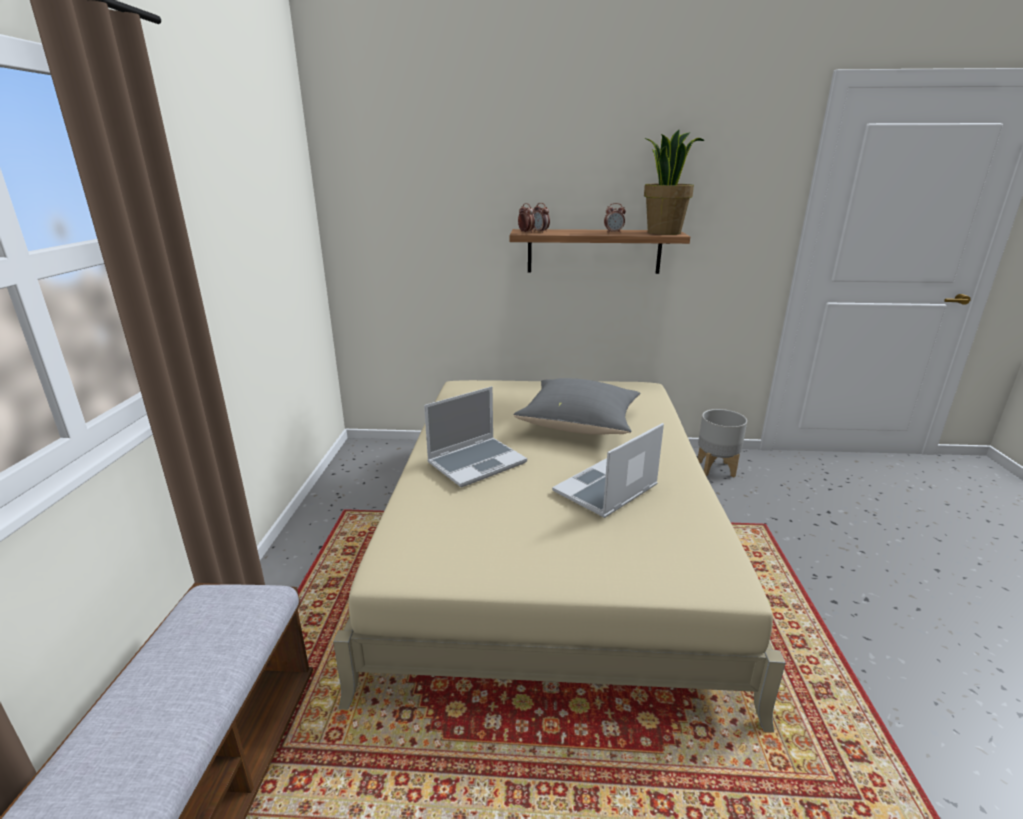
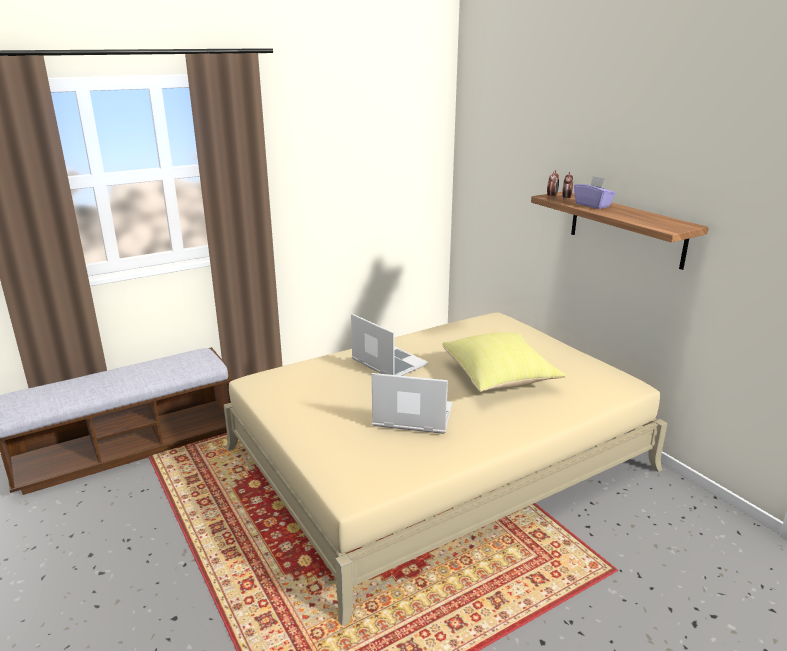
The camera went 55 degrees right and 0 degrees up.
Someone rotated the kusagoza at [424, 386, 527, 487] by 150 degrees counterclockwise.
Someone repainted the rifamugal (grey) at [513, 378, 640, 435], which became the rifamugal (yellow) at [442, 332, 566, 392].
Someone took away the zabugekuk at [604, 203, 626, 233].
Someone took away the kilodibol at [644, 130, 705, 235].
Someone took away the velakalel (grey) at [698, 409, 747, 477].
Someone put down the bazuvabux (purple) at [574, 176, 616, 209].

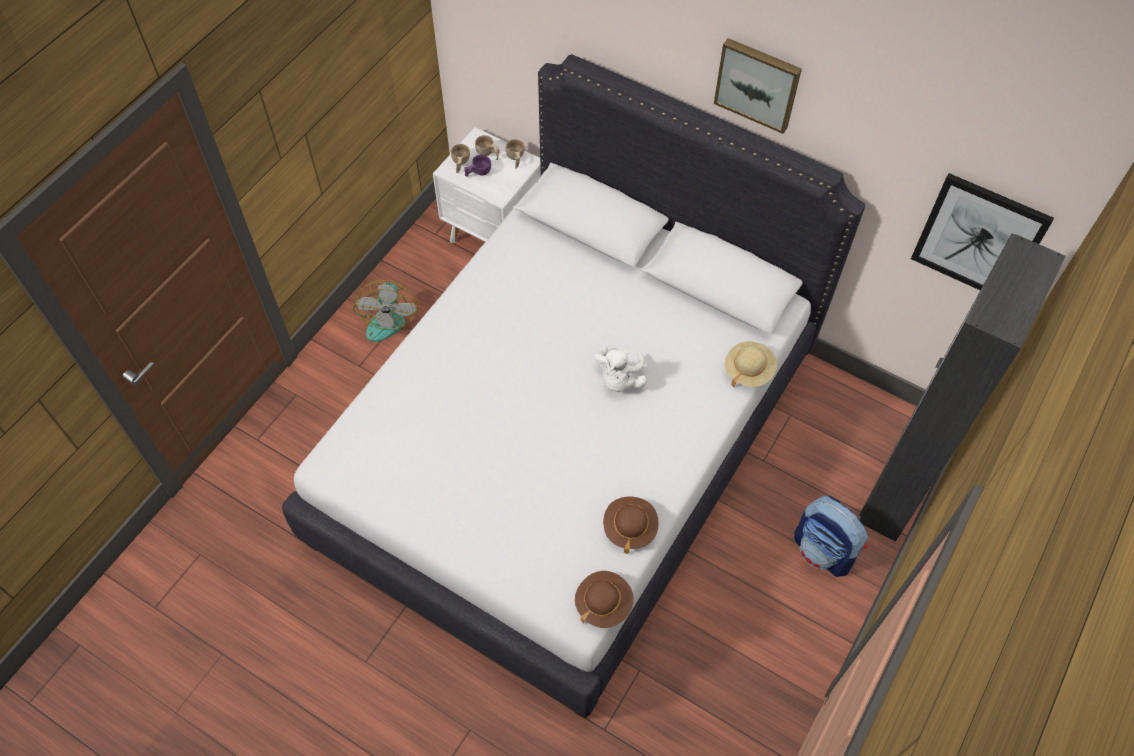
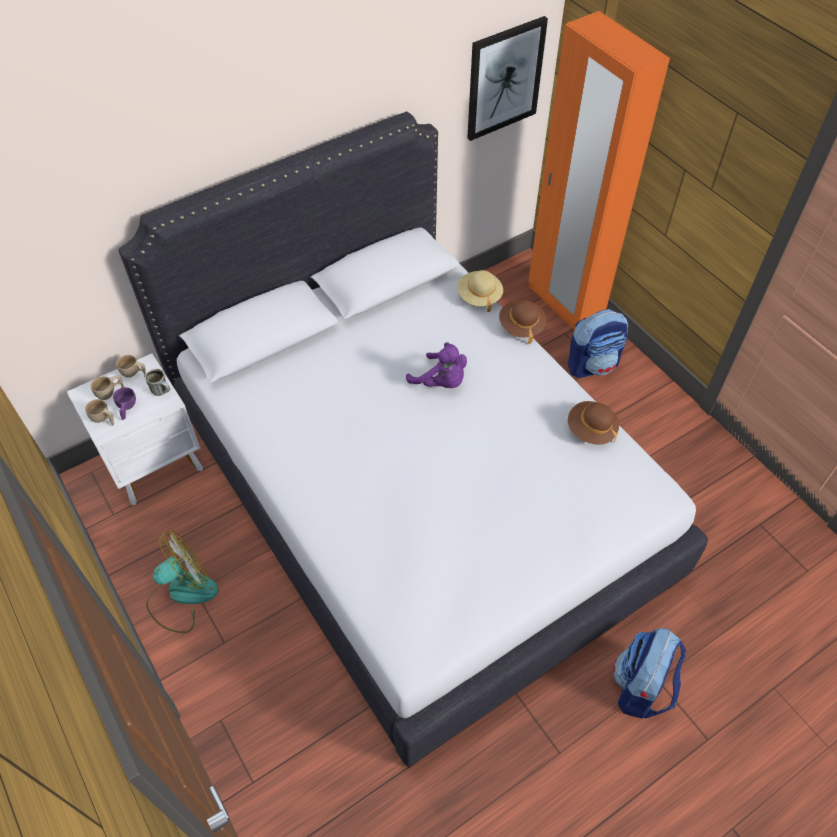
The camera went 65 degrees left and 5 degrees down.
Someone rotated the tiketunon at [353, 280, 418, 342] by 60 degrees counterclockwise.
Someone carried the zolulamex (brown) from [575, 571, 634, 628] to [499, 300, 547, 344].
Someone repainted the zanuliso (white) at [594, 346, 647, 392], which became the zanuliso (purple) at [406, 342, 467, 388].
Someone took away the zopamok at [714, 38, 802, 134].
Someone repainted the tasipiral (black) at [859, 233, 1066, 542], which became the tasipiral (orange) at [528, 11, 670, 330].
Someone put down the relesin at [145, 369, 170, 396].
Someone put down the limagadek at [613, 628, 686, 719].

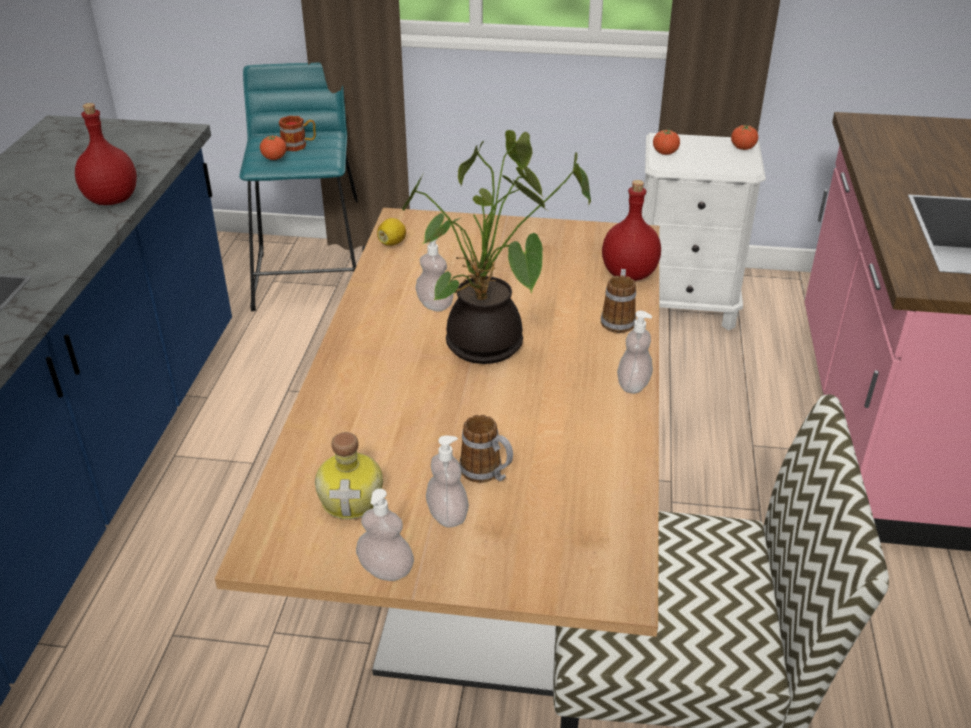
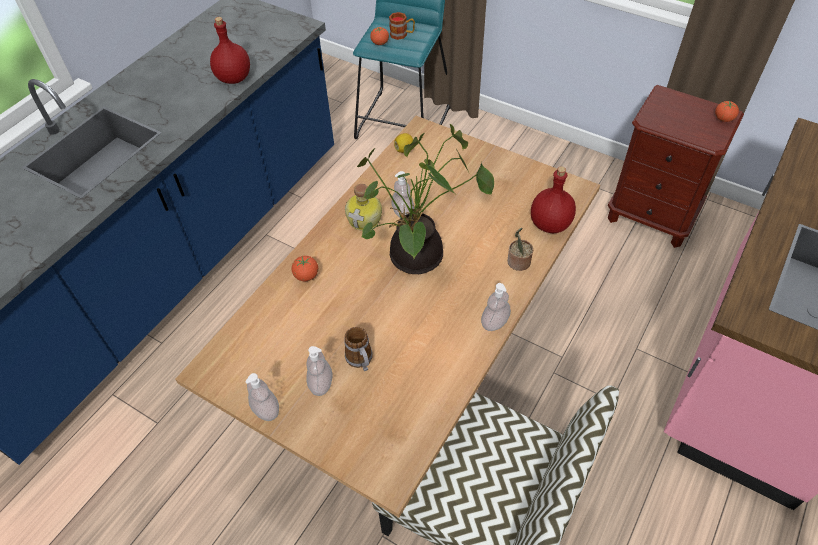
The camera went 25 degrees right and 15 degrees up.
Someone carried the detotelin from [315, 432, 383, 519] to [345, 184, 382, 231].
Someone swapped the relesin at [601, 269, 636, 333] for the kilodibol at [507, 227, 533, 271].
Someone repainted the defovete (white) at [642, 133, 766, 330], which became the defovete (brown) at [608, 85, 744, 248].
Someone carried the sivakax from [653, 130, 680, 155] to [292, 256, 318, 281].

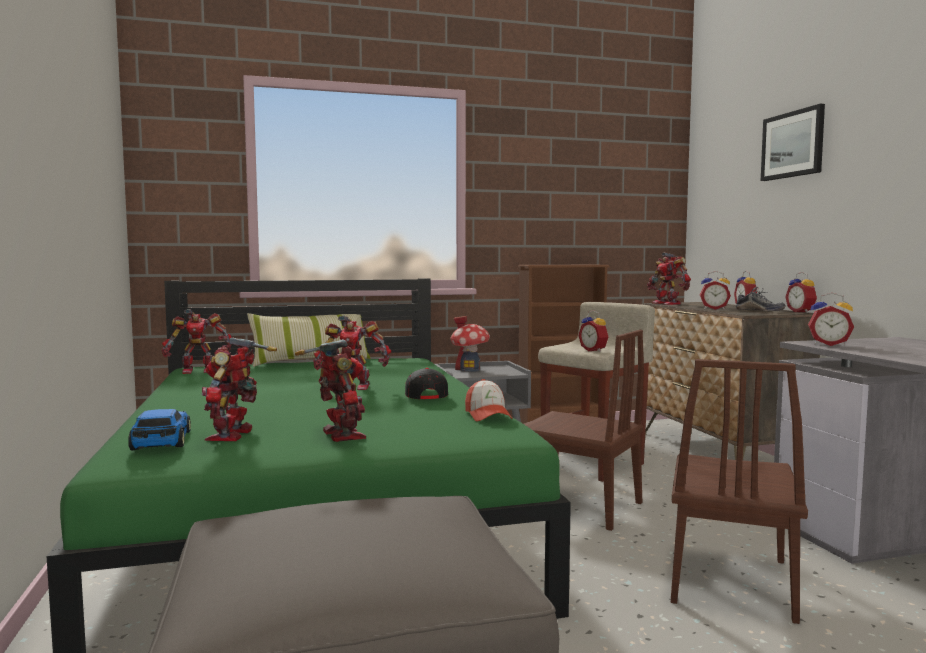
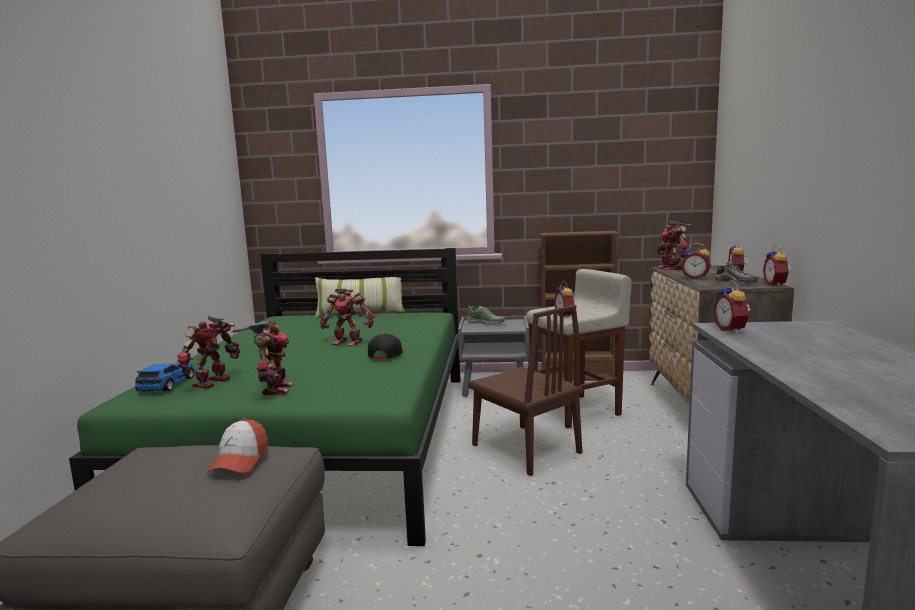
The camera went 20 degrees right and 5 degrees up.
Someone took away the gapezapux at [162, 309, 232, 374].
Someone swapped the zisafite at [451, 316, 490, 372] for the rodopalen at [467, 305, 505, 325].
Someone carried the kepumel from [465, 379, 513, 421] to [207, 418, 268, 473].
Someone took away the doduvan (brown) at [671, 359, 808, 624].
Someone took away the zopamok at [761, 104, 825, 181].
Someone rotated the zabugekuk at [808, 293, 854, 346] by 45 degrees clockwise.

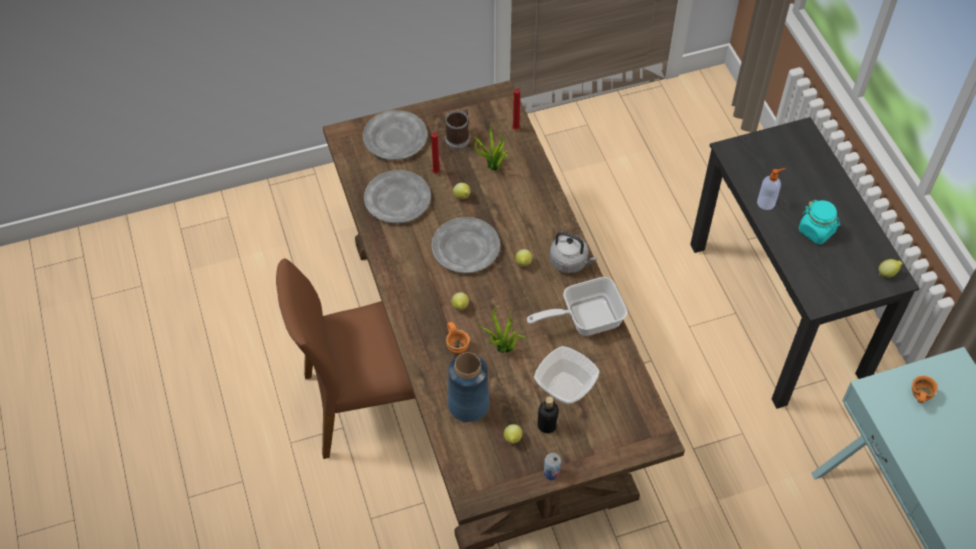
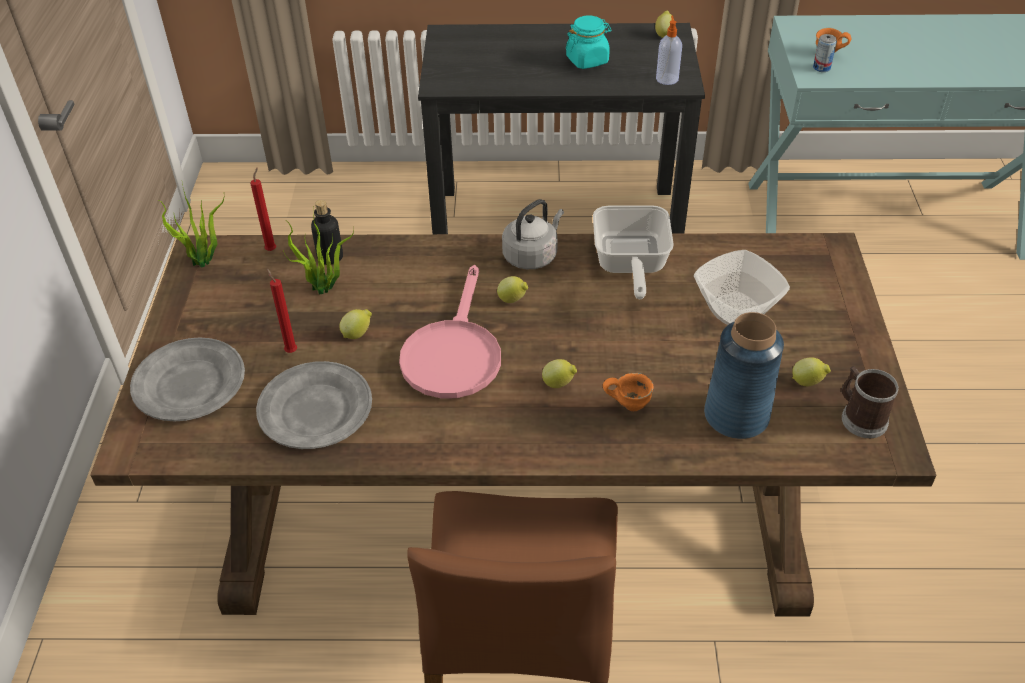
The camera went 70 degrees left and 10 degrees down.
Someone swapped the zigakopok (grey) at [432, 217, 500, 273] for the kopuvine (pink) at [399, 265, 501, 399].
Someone carried the relesin from [445, 109, 470, 149] to [841, 366, 899, 438].
Someone carried the kilodibol from [478, 304, 528, 353] to [158, 184, 224, 268].
Someone carried the detotelin from [538, 396, 559, 433] to [311, 200, 343, 265].
Someone carried the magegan from [544, 453, 561, 480] to [813, 34, 837, 72].
Someone carried the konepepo from [757, 168, 786, 210] to [656, 15, 682, 85].

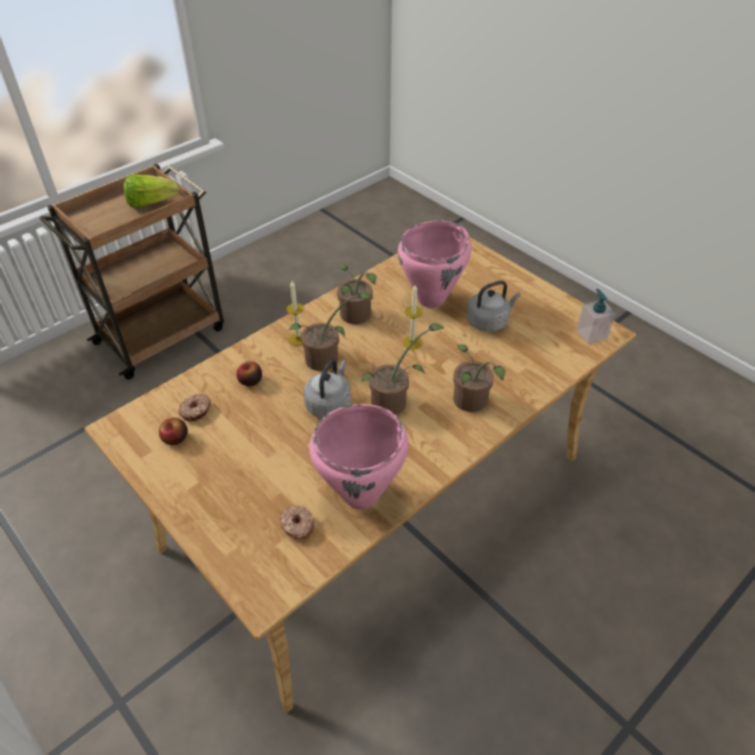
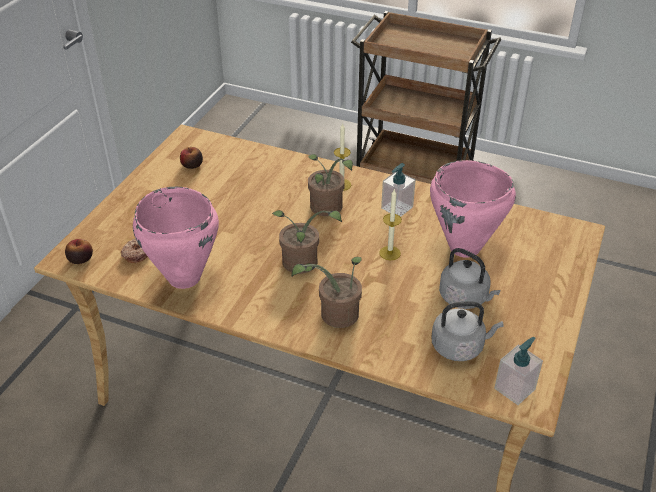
The camera went 65 degrees right and 5 degrees down.
Someone took away the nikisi at [124, 174, 179, 208].
Someone took away the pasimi at [178, 394, 211, 421].
Someone carried the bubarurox from [236, 361, 262, 386] to [65, 239, 93, 264].
Someone carried the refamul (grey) from [303, 359, 351, 418] to [432, 301, 504, 361].
Someone swapped the kilodibol at [337, 264, 376, 324] for the konepepo at [381, 163, 416, 217].

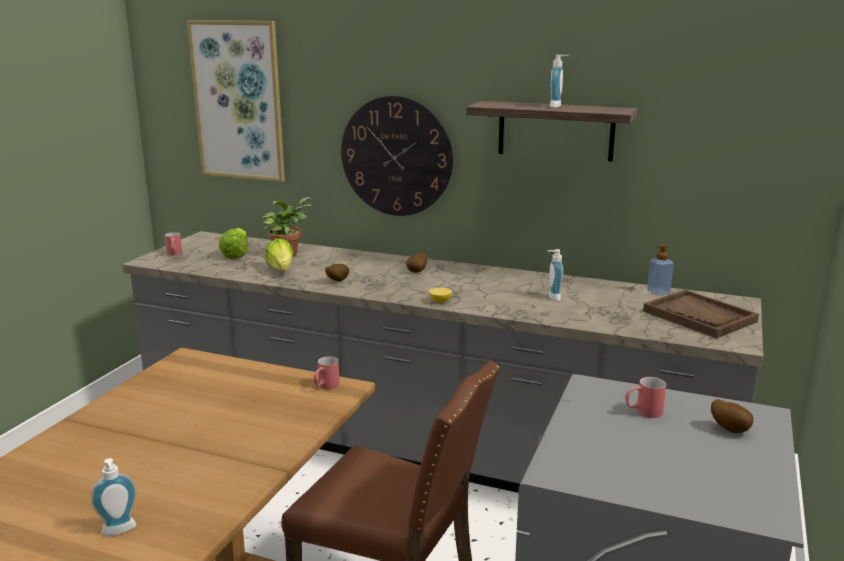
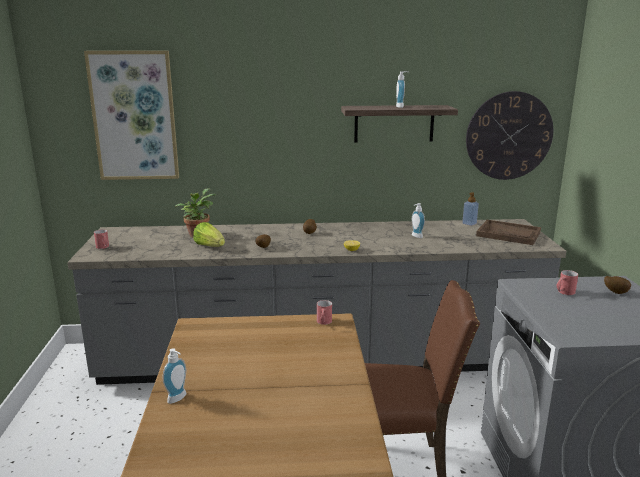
The camera went 25 degrees left and 0 degrees up.
Someone carried the konepepo from [91, 458, 137, 536] to [163, 348, 186, 404].
Someone took away the nikisi at [219, 228, 248, 259].
Someone carried the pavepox from [341, 96, 453, 216] to [466, 91, 553, 180].

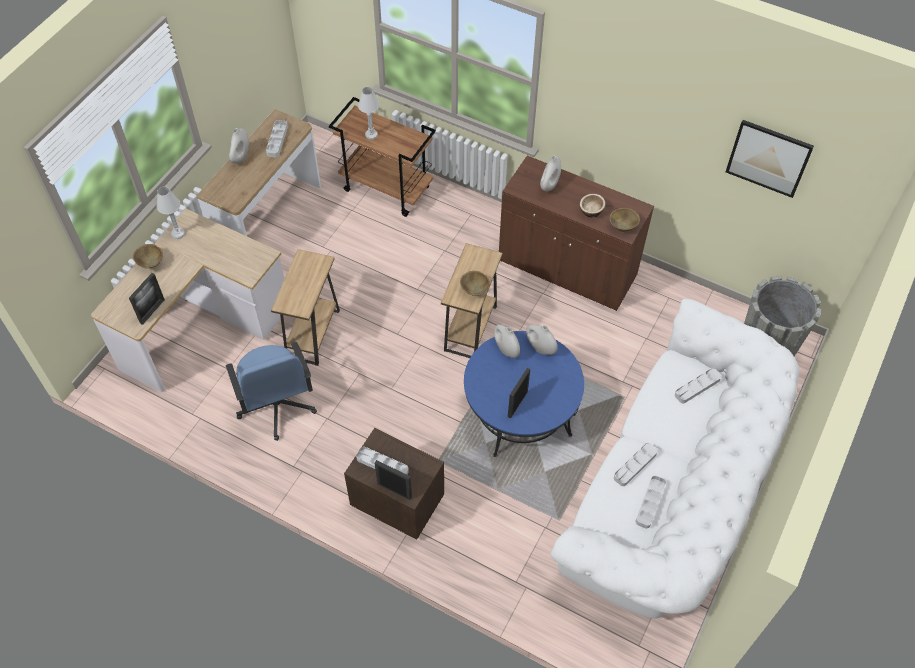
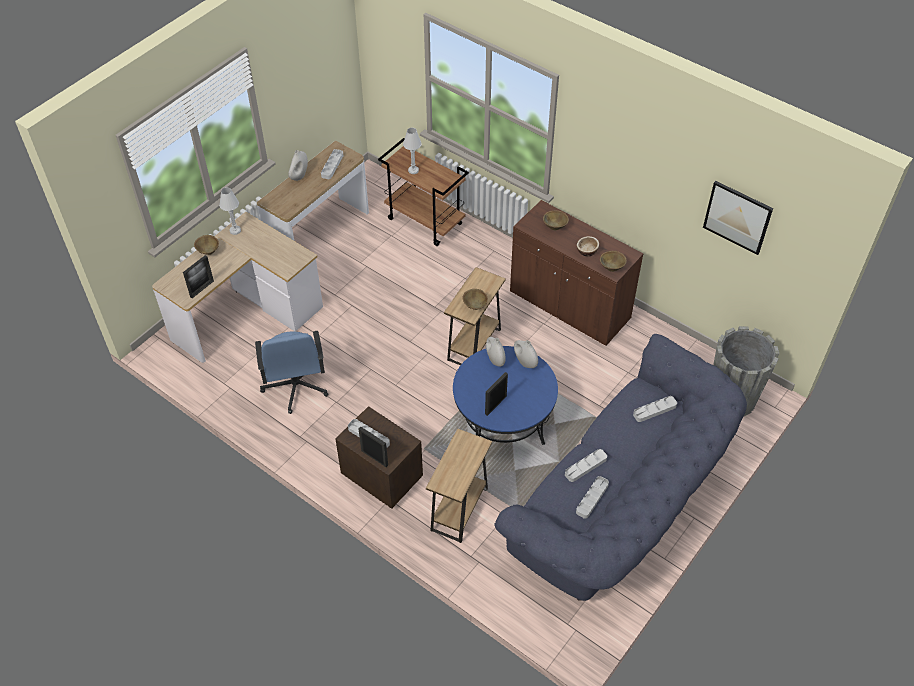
The camera went 10 degrees right and 5 degrees down.
Someone carried the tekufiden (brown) from [271, 249, 340, 366] to [426, 429, 492, 543].
Someone swapped the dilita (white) at [540, 156, 561, 191] for the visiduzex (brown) at [543, 210, 569, 230].
Someone repainted the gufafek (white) at [550, 299, 800, 619], which became the gufafek (blue) at [494, 334, 747, 601].

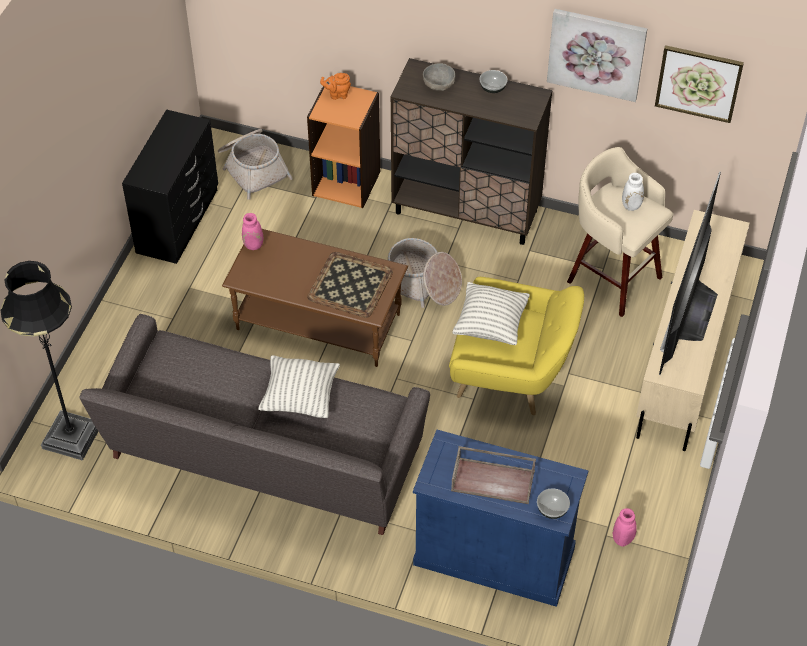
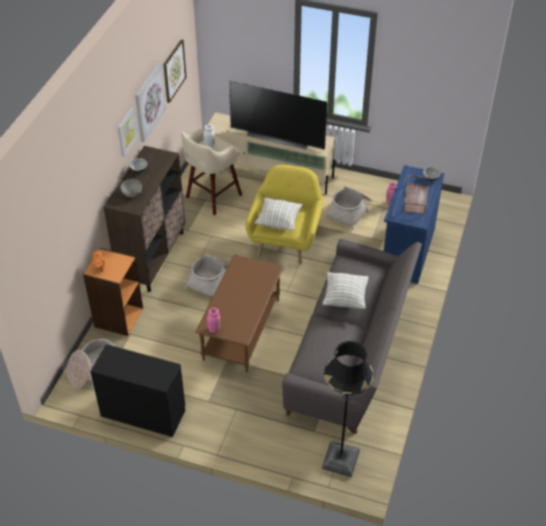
The camera went 90 degrees left and 5 degrees down.
Someone took away the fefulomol at [307, 252, 393, 318].
Someone put up the zopamok at [118, 108, 138, 157].
Someone put down the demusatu at [325, 186, 372, 230].

